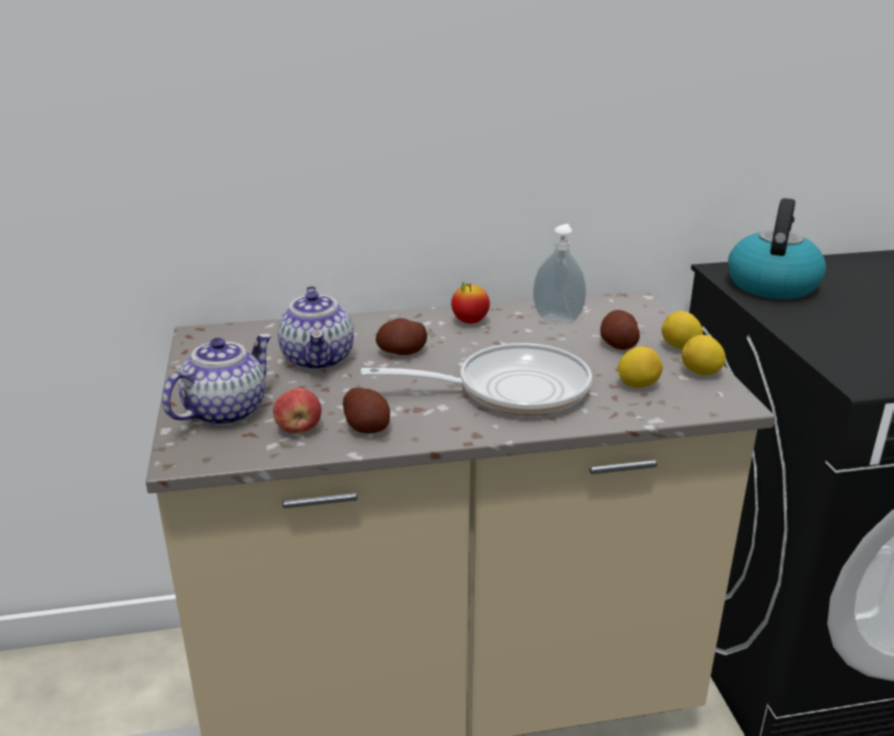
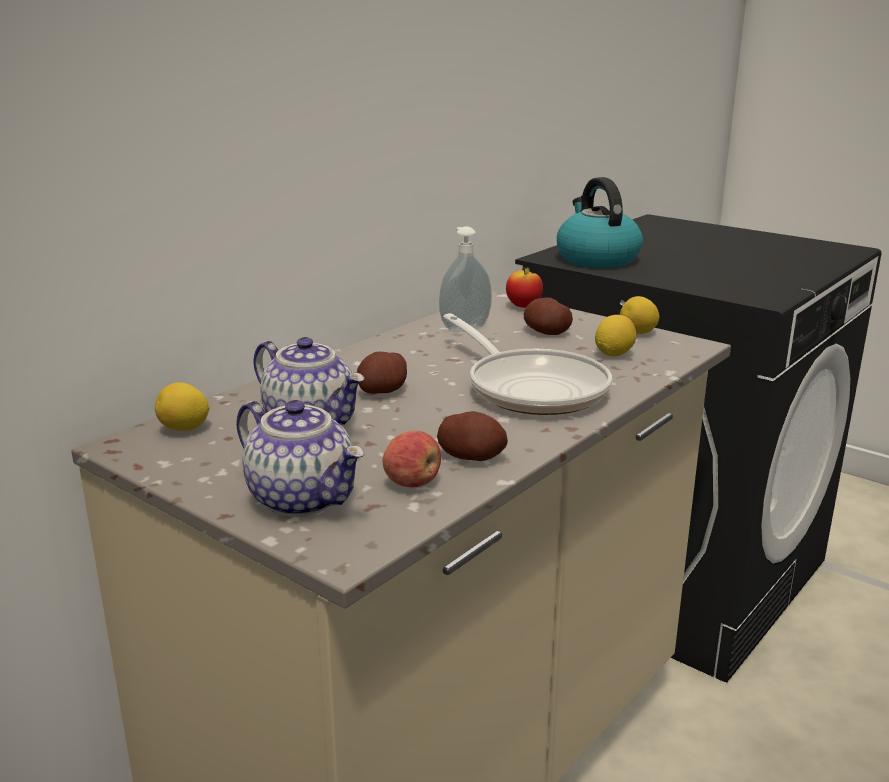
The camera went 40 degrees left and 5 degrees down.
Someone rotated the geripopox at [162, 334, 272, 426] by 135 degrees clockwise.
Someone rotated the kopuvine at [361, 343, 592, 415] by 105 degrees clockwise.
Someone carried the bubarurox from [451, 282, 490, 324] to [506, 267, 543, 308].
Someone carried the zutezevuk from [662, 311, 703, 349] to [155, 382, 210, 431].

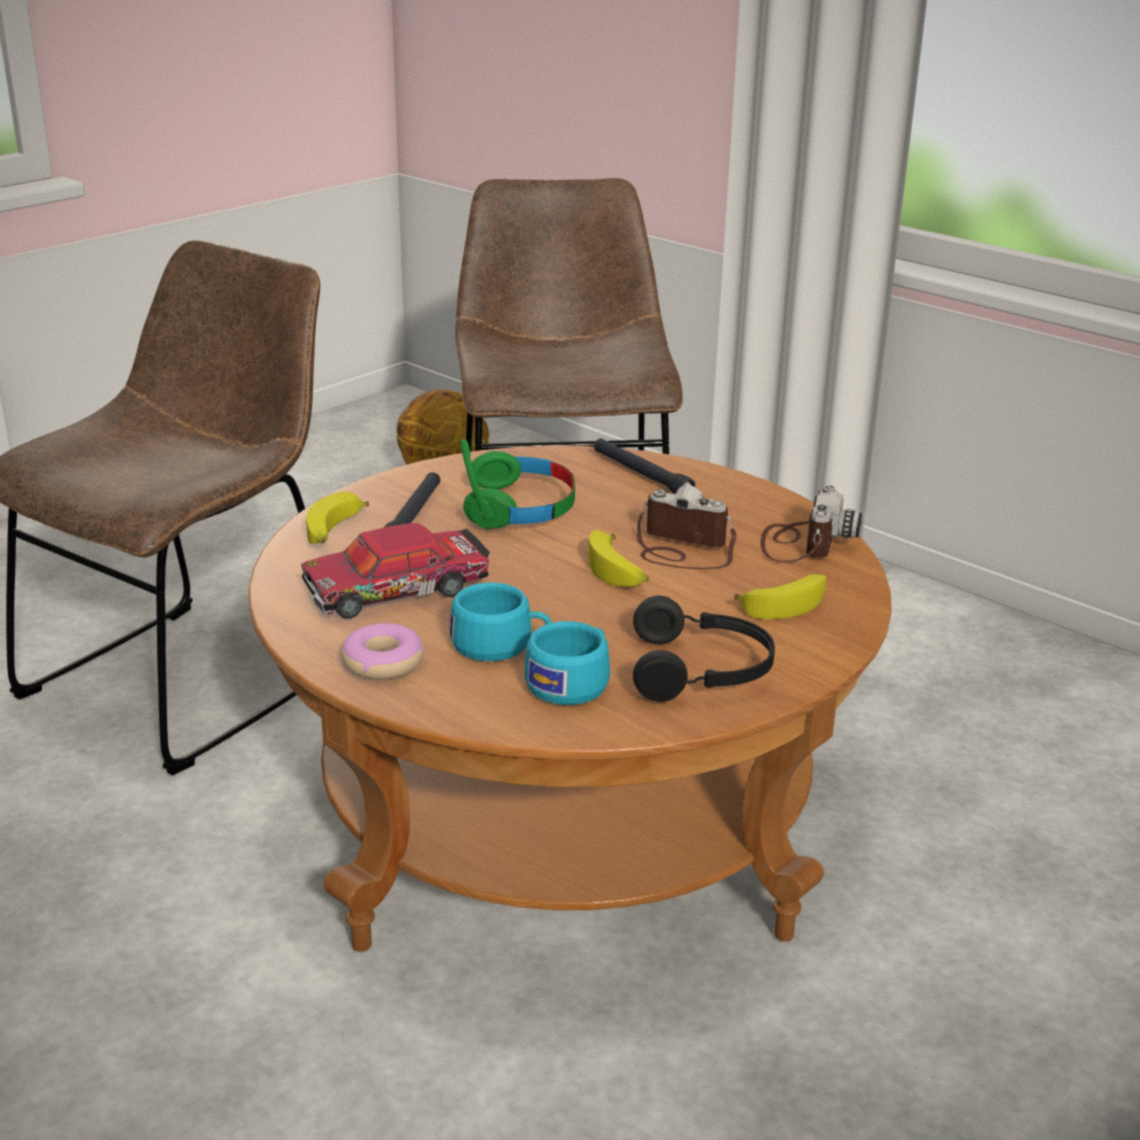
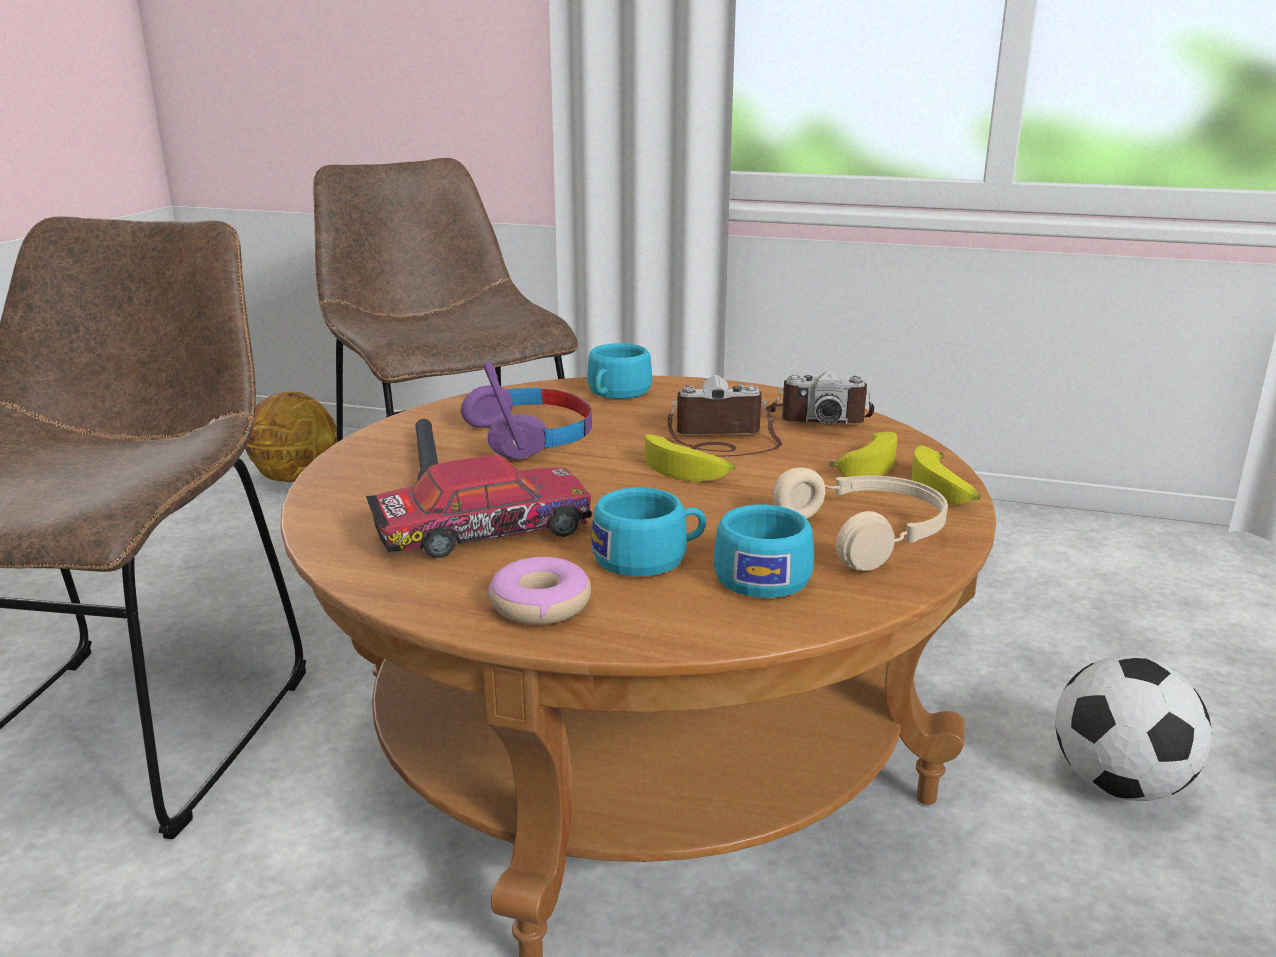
The camera went 25 degrees left and 5 degrees down.
Someone rotated the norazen at [301, 523, 490, 619] by 150 degrees counterclockwise.
Someone carried the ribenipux from [306, 491, 369, 544] to [912, 446, 981, 504].
Someone repainted the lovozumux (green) at [460, 439, 575, 529], which became the lovozumux (purple) at [461, 362, 592, 459].
Someone swapped the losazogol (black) at [594, 438, 695, 494] for the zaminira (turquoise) at [587, 343, 652, 399].
Someone repainted the lovozumux (black) at [633, 596, 775, 702], which became the lovozumux (beige) at [772, 468, 948, 571].
Someone rotated the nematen at [760, 485, 862, 562] by 105 degrees clockwise.
Someone put down the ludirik at [1055, 656, 1212, 801].

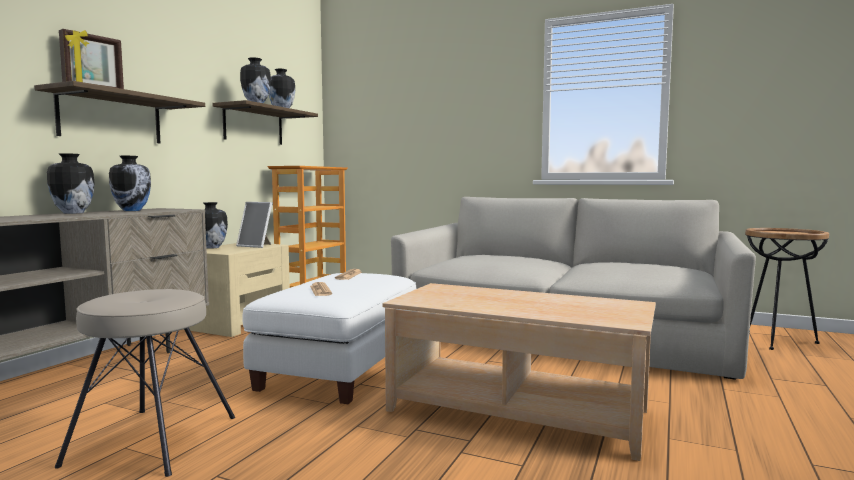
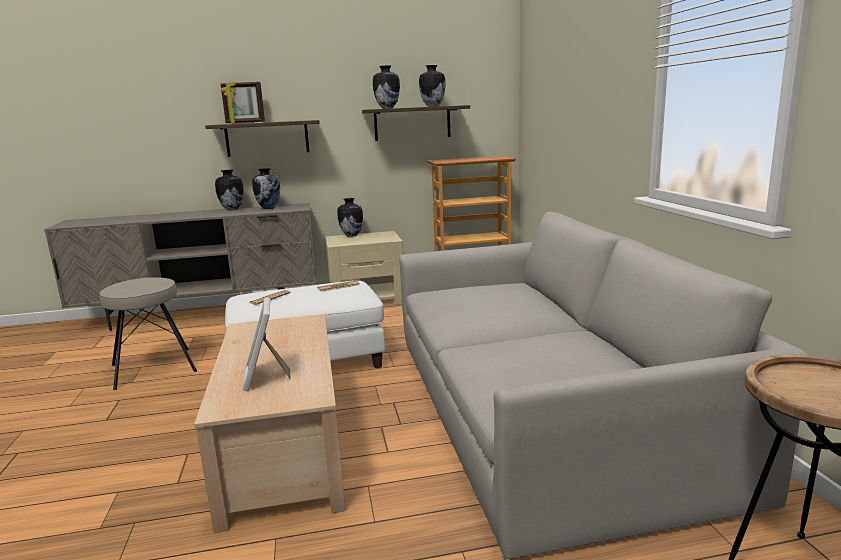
The camera went 55 degrees right and 10 degrees up.
Someone carried the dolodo from [236, 202, 272, 248] to [243, 297, 290, 391].

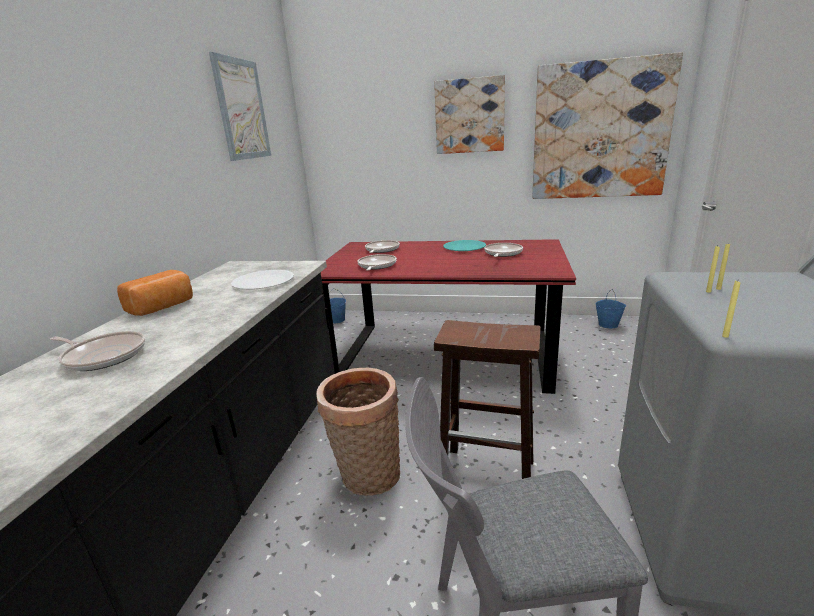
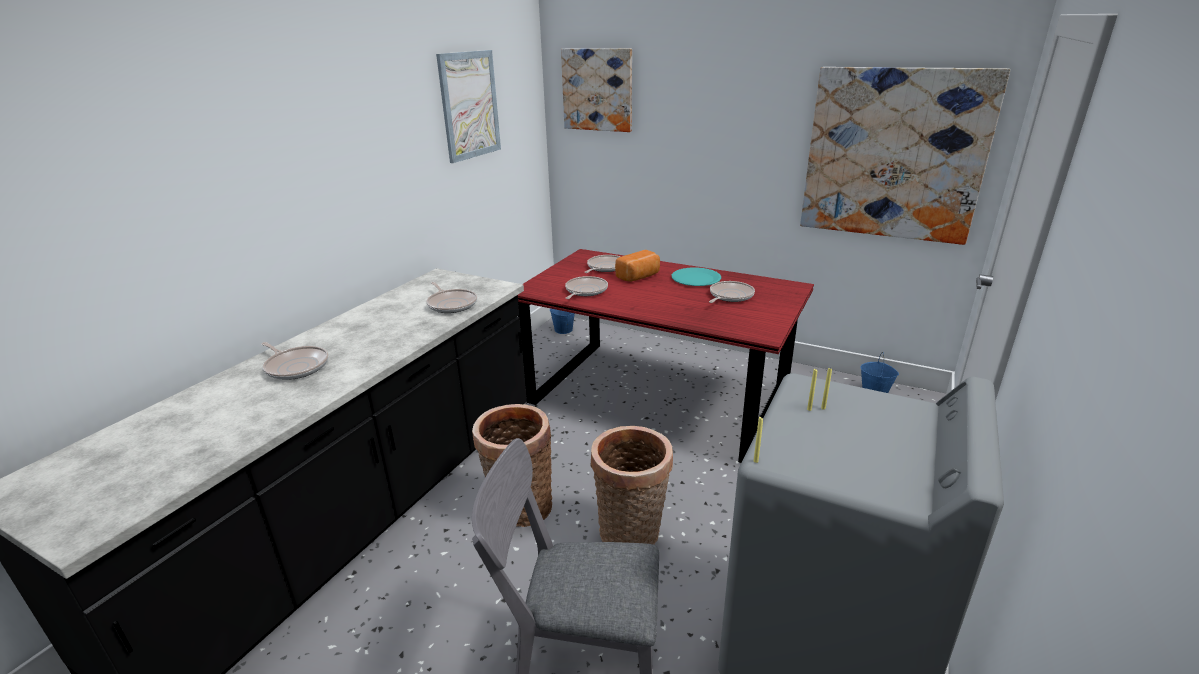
The camera went 15 degrees right and 5 degrees up.
Someone carried the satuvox from [117, 270, 193, 316] to [615, 250, 660, 282].
Someone swapped the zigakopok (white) at [231, 270, 294, 290] for the kopuvine at [426, 282, 477, 313].
Someone carried the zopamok from [434, 75, 505, 154] to [561, 48, 632, 132].
Someone swapped the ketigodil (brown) at [434, 320, 541, 479] for the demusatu at [591, 426, 673, 545].

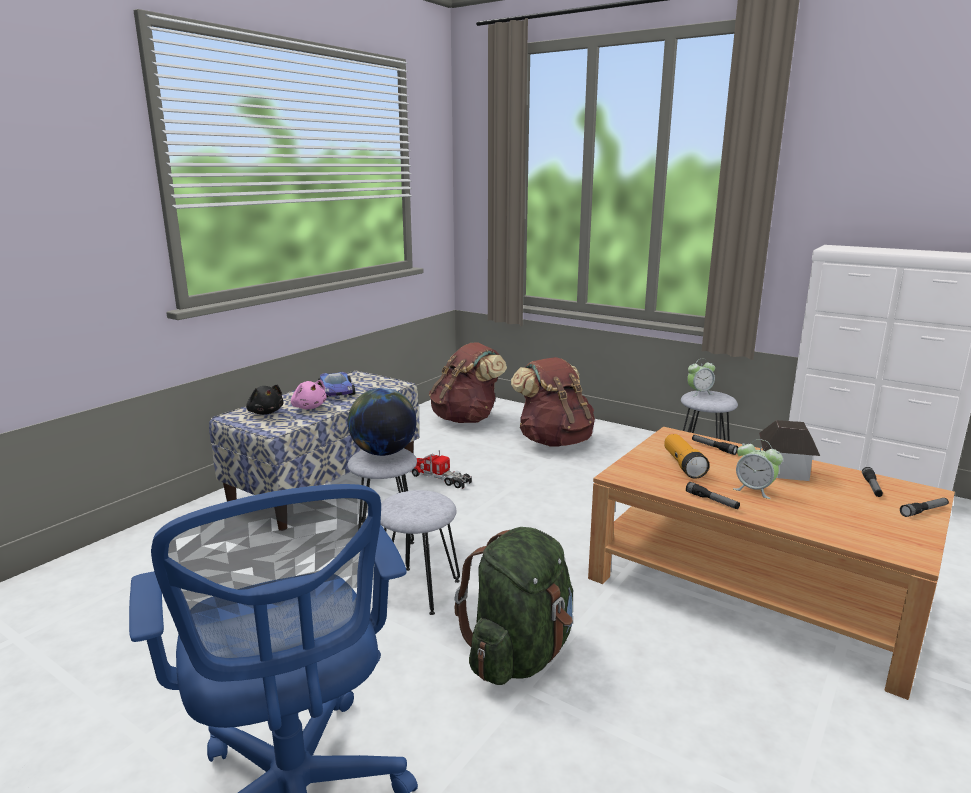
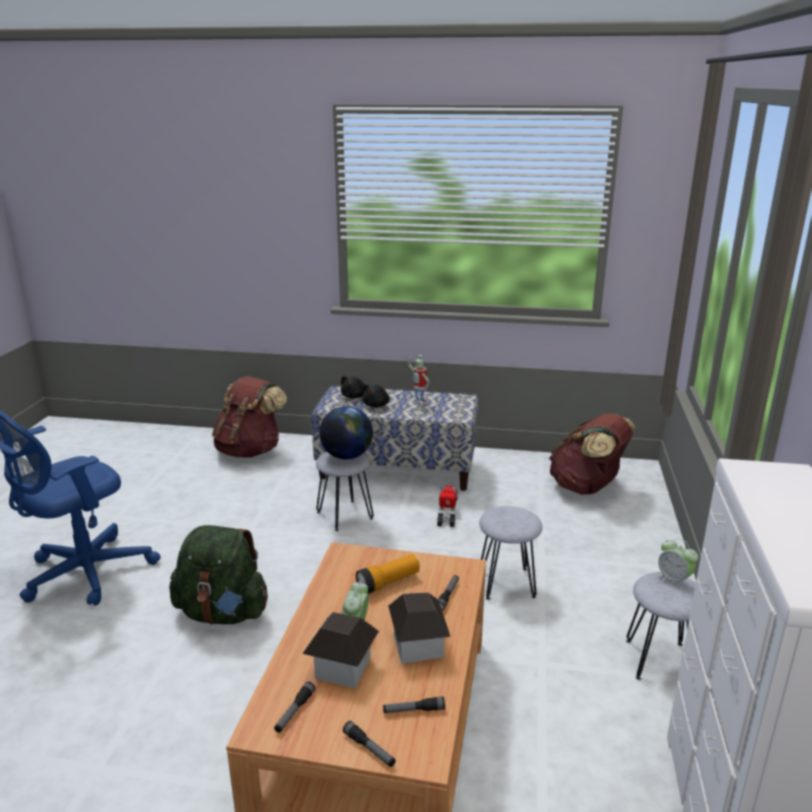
The camera went 65 degrees right and 5 degrees up.
Someone repainted the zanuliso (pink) at [291, 380, 327, 409], which became the zanuliso (black) at [362, 385, 390, 407].
Someone swapped the norazen at [318, 371, 355, 397] for the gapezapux at [408, 355, 430, 404].
Someone carried the ketigodil (grey) from [380, 490, 460, 615] to [479, 506, 543, 600].
Someone carried the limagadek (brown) from [511, 357, 595, 447] to [212, 376, 287, 458].
Someone carried the losazogol from [686, 482, 740, 509] to [274, 682, 316, 733].
Someone put down the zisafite at [302, 612, 379, 688].

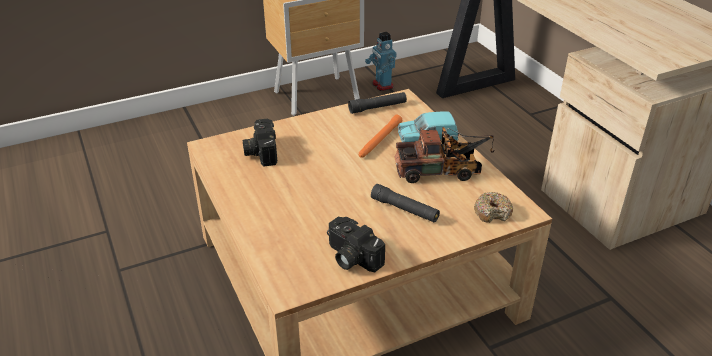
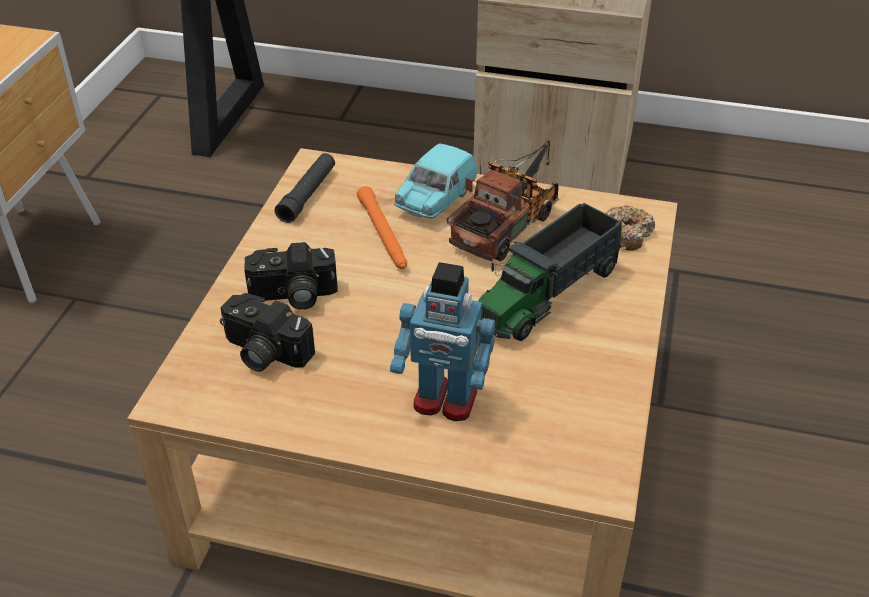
The camera went 50 degrees left and 5 degrees up.
Someone carried the nematen from [327, 217, 385, 272] to [244, 242, 338, 310].
Someone carried the gapezapux from [365, 32, 397, 91] to [390, 262, 495, 421].
Someone swapped the losazogol (black) at [371, 184, 440, 222] for the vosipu at [478, 203, 622, 341].

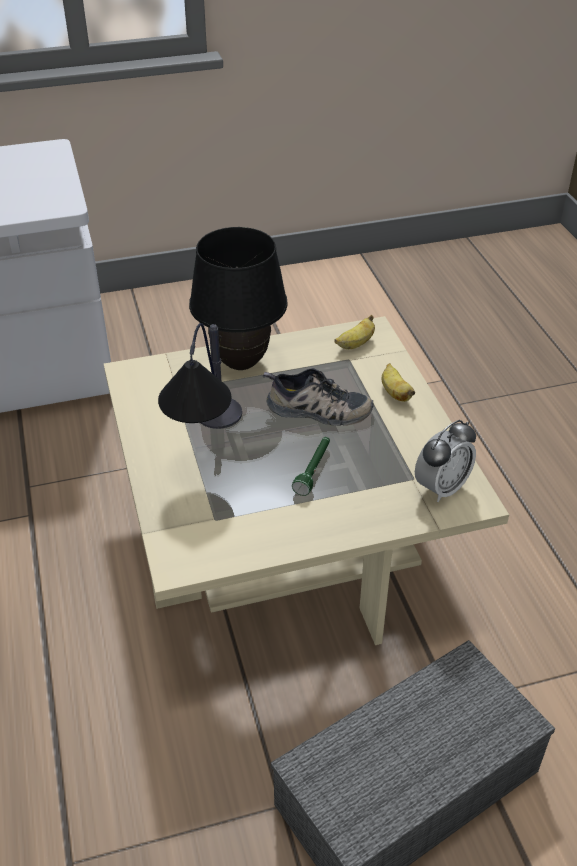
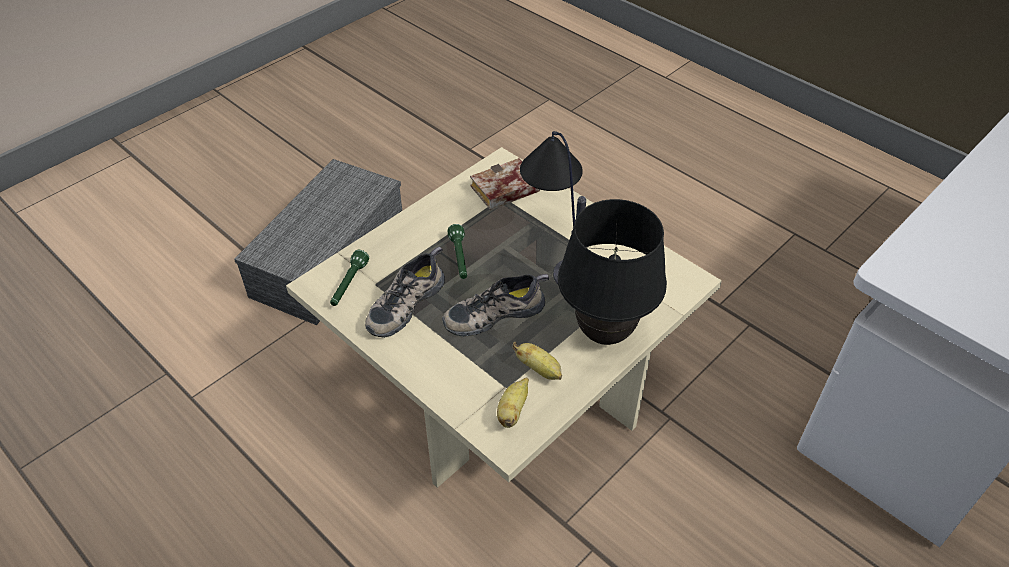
The camera went 150 degrees right and 5 degrees up.
Someone carried the ribenipux from [382, 363, 415, 402] to [512, 342, 562, 380].
Someone swapped the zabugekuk at [415, 420, 476, 502] for the losazogol (green) at [330, 250, 369, 306].
Someone put down the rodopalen at [365, 247, 445, 338].
Someone put down the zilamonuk at [470, 158, 540, 210].

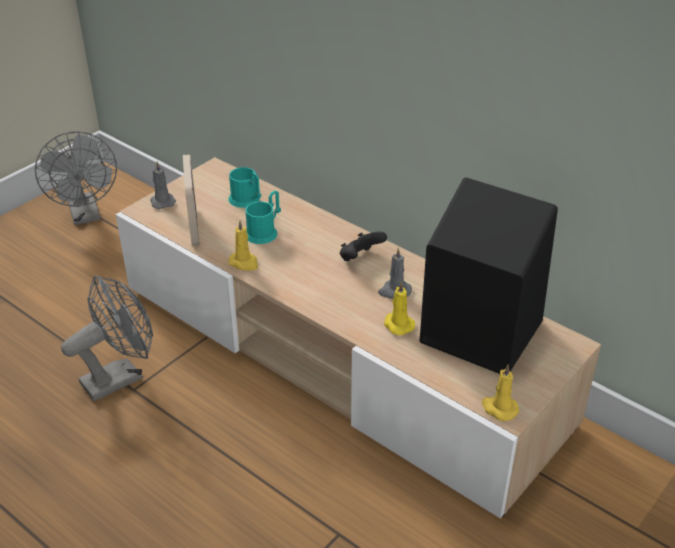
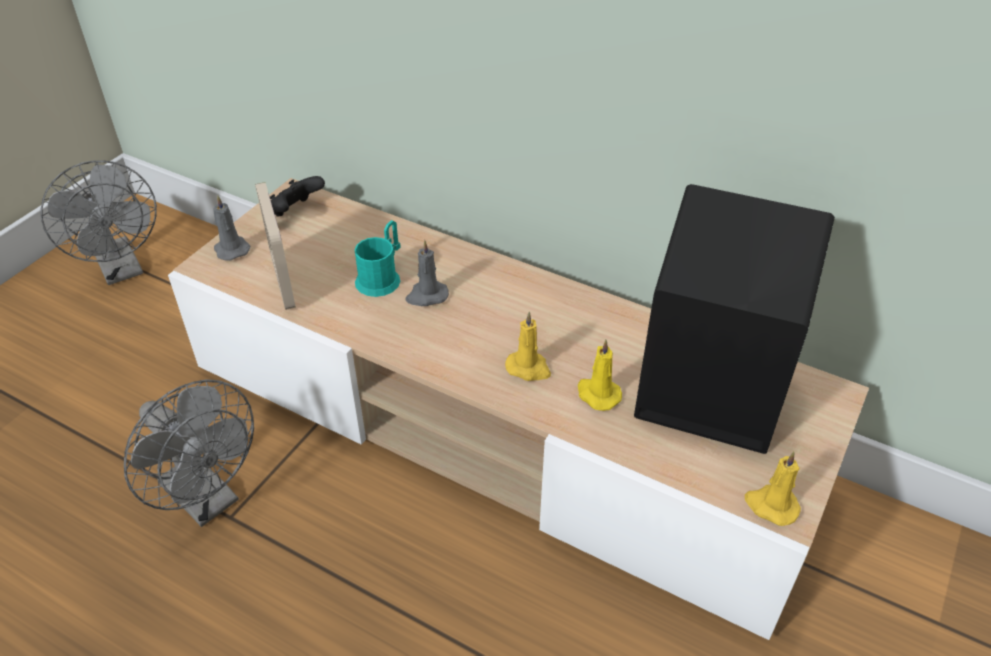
The camera went 10 degrees left and 5 degrees up.
Someone rotated the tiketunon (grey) at [61, 275, 153, 401] by 90 degrees clockwise.
Someone took away the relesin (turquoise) at [228, 167, 261, 208].
Someone carried the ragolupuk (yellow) from [228, 220, 258, 271] to [505, 312, 551, 381].
Someone carried the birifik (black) from [340, 231, 387, 261] to [270, 176, 325, 217].
Someone carried the ragolupuk (grey) from [378, 248, 412, 299] to [406, 240, 449, 306].

